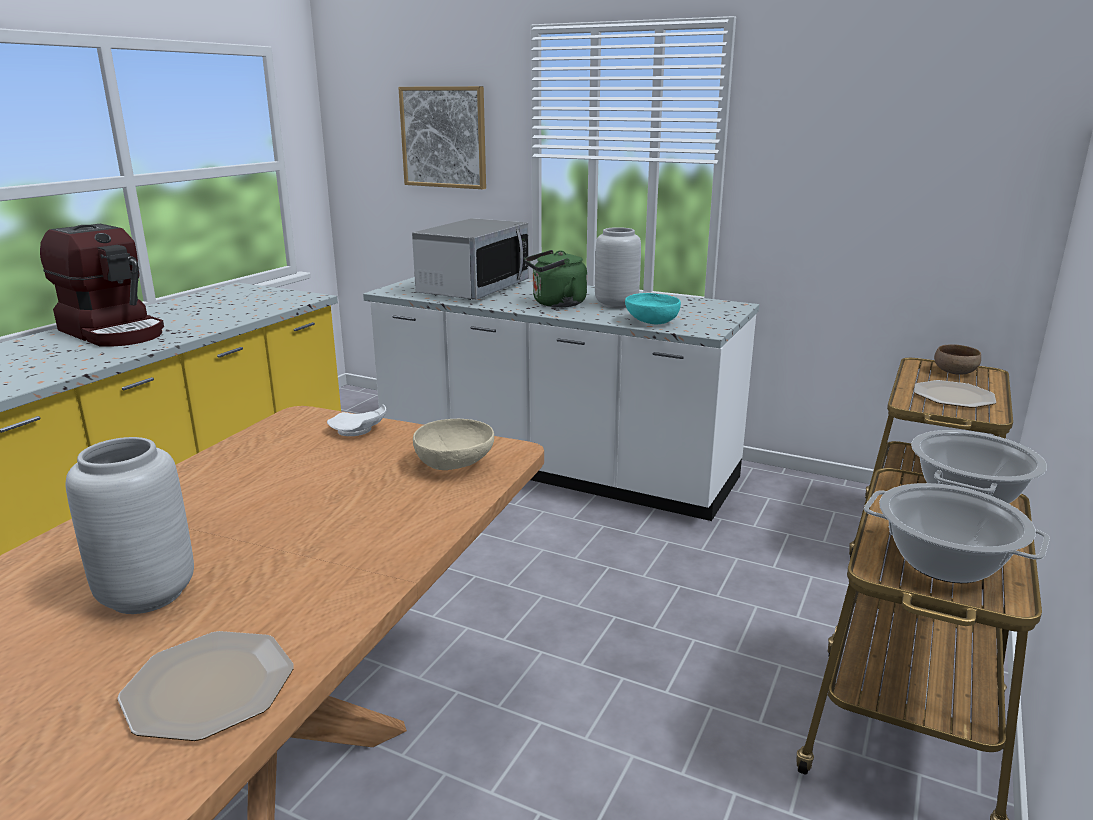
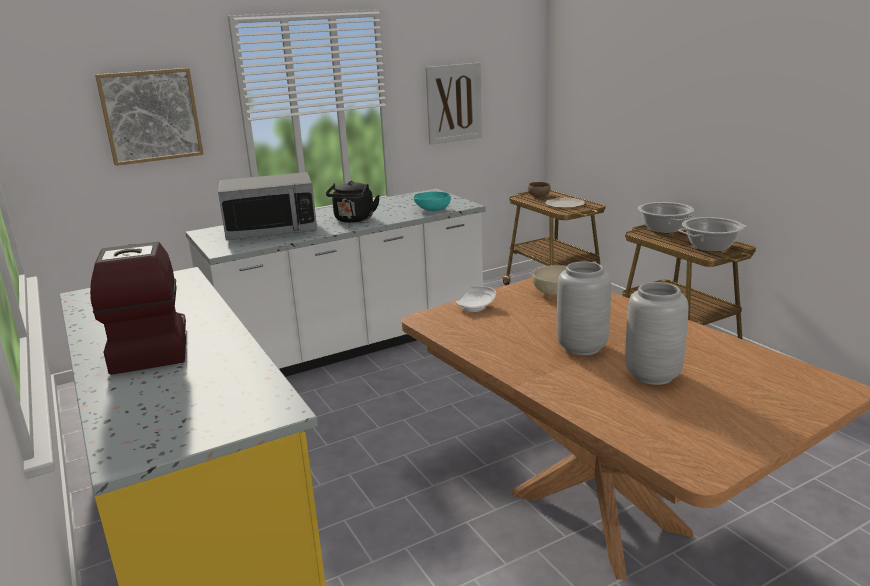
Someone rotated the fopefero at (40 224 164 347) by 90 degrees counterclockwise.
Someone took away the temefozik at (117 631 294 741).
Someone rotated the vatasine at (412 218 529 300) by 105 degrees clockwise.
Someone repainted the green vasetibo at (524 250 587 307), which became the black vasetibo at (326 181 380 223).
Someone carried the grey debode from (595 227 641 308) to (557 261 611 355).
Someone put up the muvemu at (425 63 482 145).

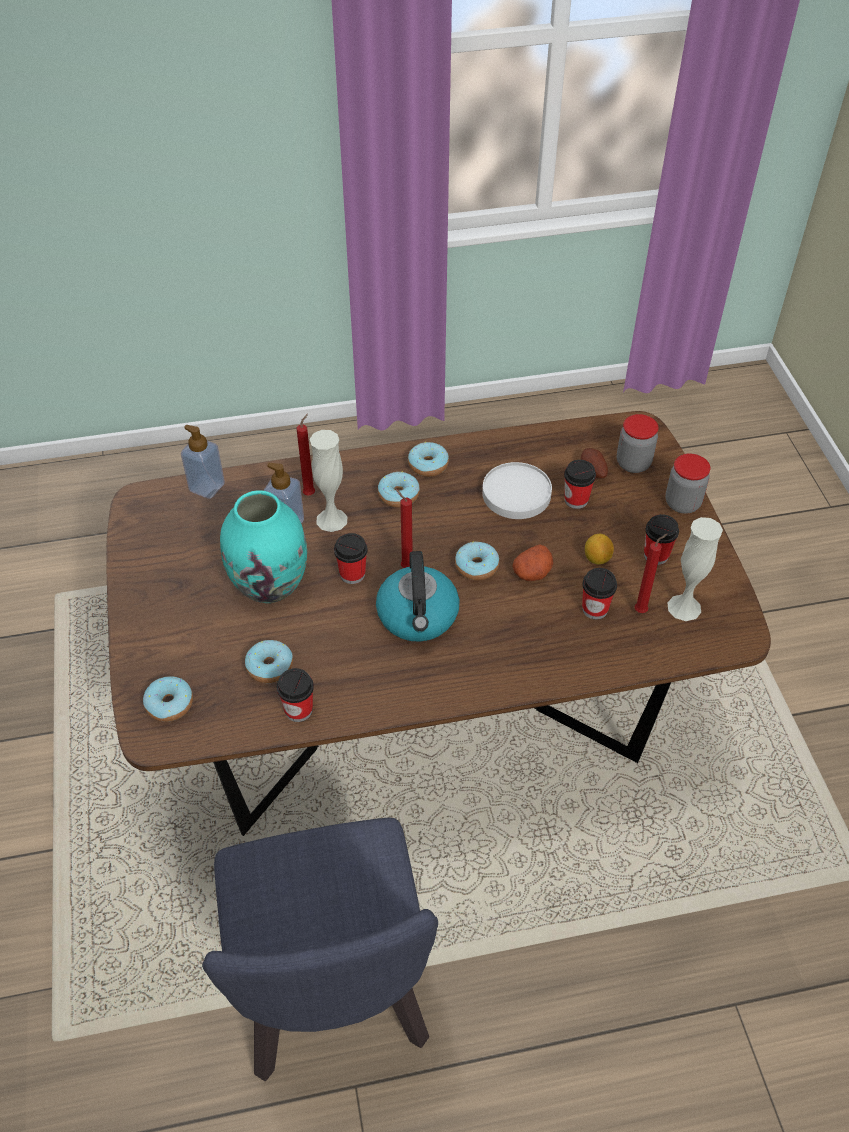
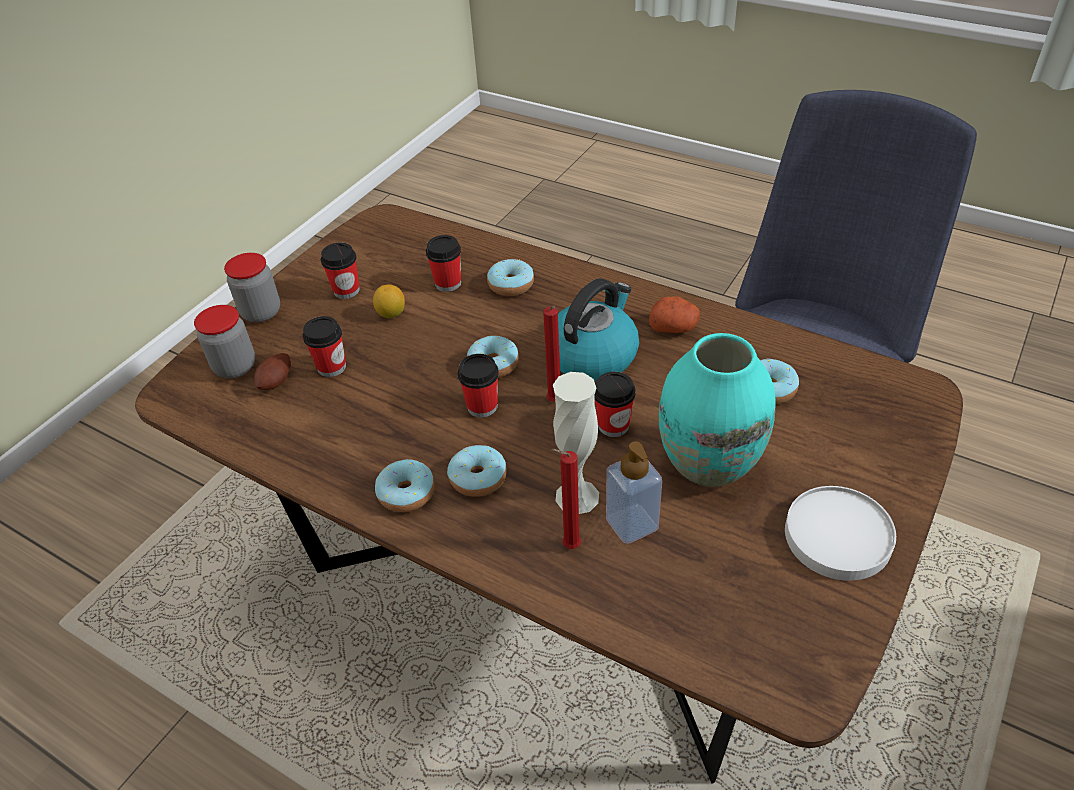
Someone carried the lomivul from (143 677 193 722) to (487 259 534 296).
Someone took away the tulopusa at (181 425 225 499).
Someone carried the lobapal from (277 668 314 722) to (458 354 499 418).
Someone carried the white temefozik from (482 462 552 519) to (785 486 896 581).
Someone carried the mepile from (512 544 553 581) to (649 296 700 333).
Someone took away the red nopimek at (635 534 667 613).
Someone took away the white debode at (668 517 723 621).

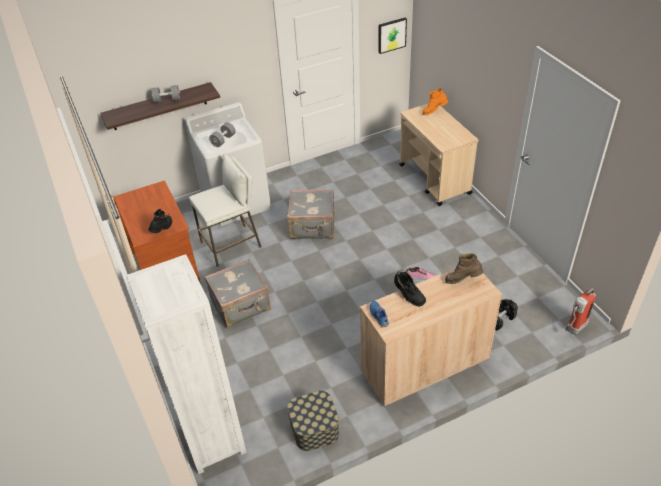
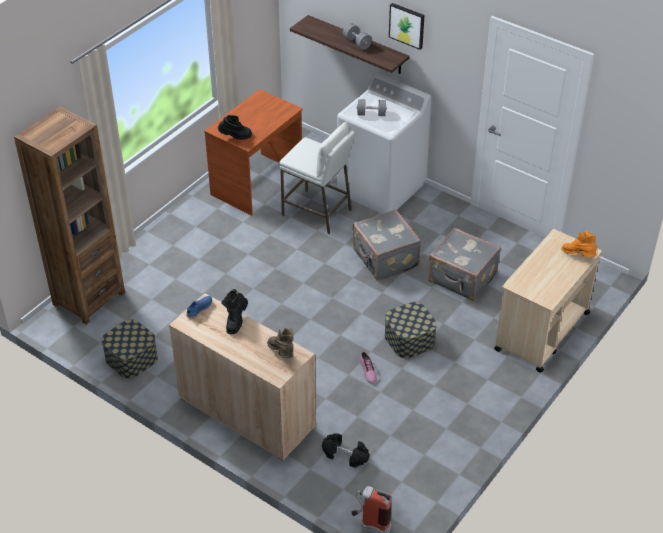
Someone repainted the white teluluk at (126 254 247 474), which became the brown teluluk at (14 106 125 325).
Someone carried the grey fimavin from (205 259 271 328) to (429 228 501 301).
Someone carried the muvemu from (378 18 407 54) to (389 3 425 50).
Someone put down the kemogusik at (385 302 437 359).

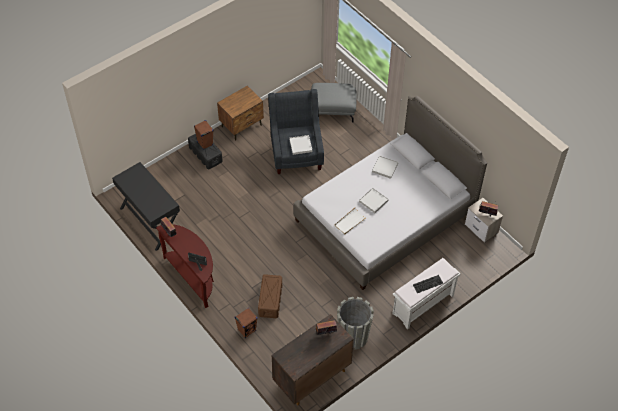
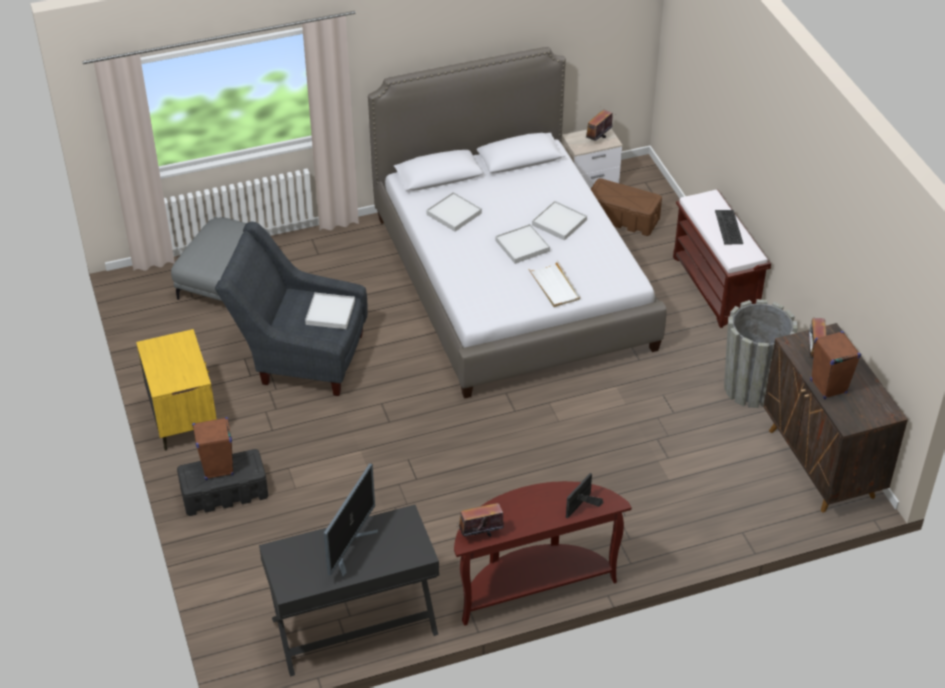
Someone repainted the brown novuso at (217 86 264 141), which became the yellow novuso at (136 329 217 451).
Someone carried the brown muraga from (235 308 258 338) to (810 331 861 399).
Someone carried the brown kemogusik from (258 274 282 318) to (591 178 662 236).
Someone repainted the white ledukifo at (392 258 461 330), which became the brown ledukifo at (673 189 771 328).
Someone put down the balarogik at (324 463 378 578).
Someone put down the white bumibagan at (532 201 587 241).

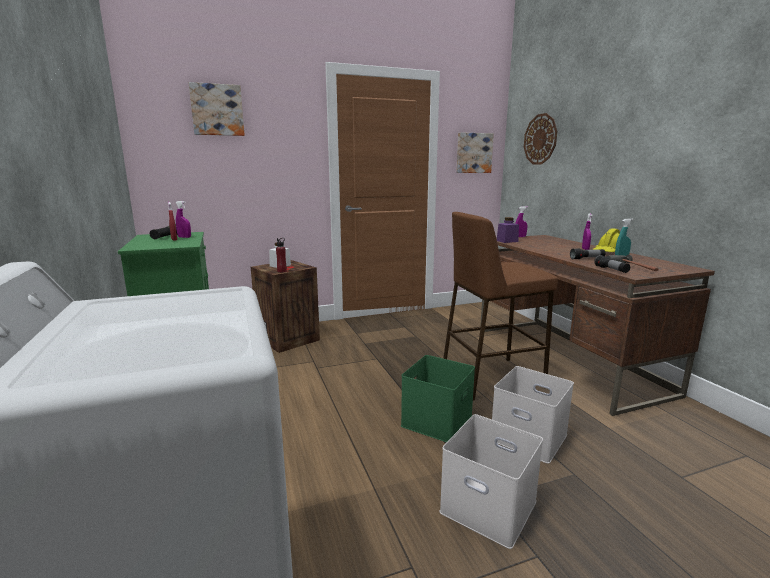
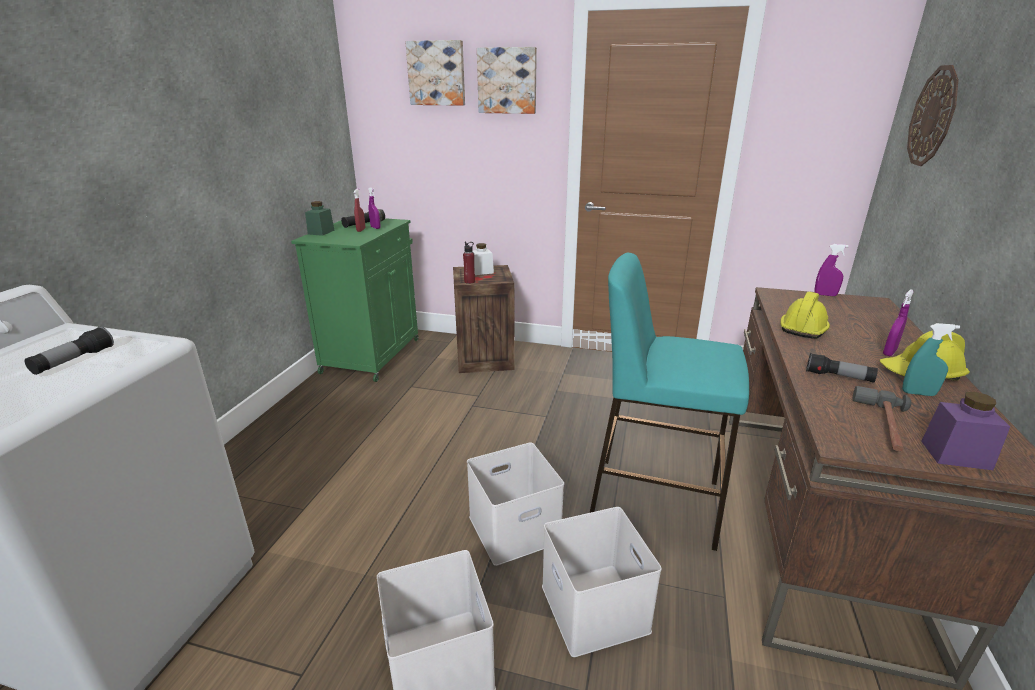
Someone repainted the green kemogusik at (401 355 475 442), which became the white kemogusik at (467 442 564 566).
Someone repainted the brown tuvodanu at (443 212 558 400), which became the turquoise tuvodanu at (590 253 749 551).
Someone carried the muvemu from (456 132 494 173) to (477 47 537 114).
Someone carried the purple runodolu from (497 217 519 243) to (921 392 1010 470).
Someone carried the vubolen from (594 255 630 273) to (25 327 114 375).
Someone put down the green runodolu at (305 201 335 236).
Someone put down the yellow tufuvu at (780 292 830 339).

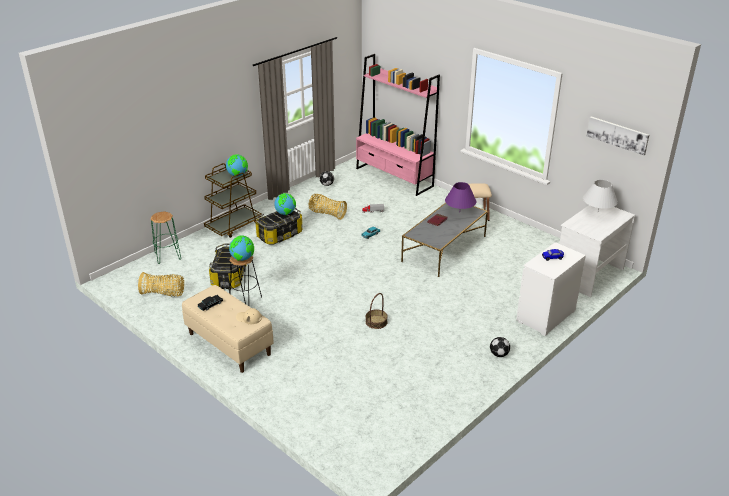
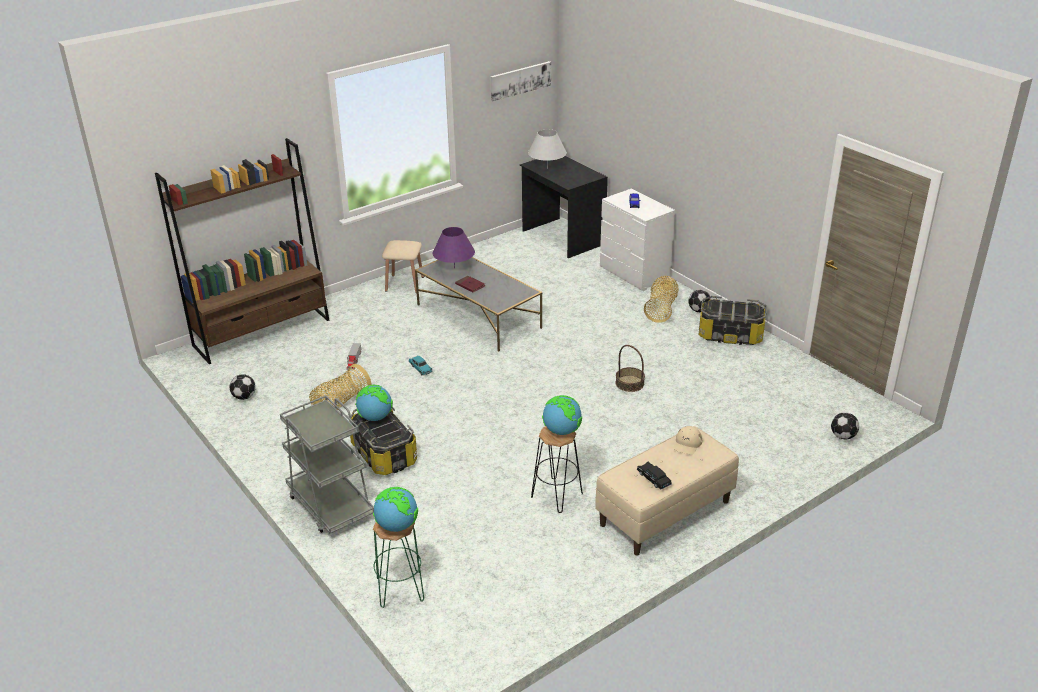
Someone carried the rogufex from (138 272 184 297) to (644 276 678 323).
Someone repainted the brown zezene at (204 163 262 238), which became the grey zezene at (280 395 374 534).
Someone carried the kemogusik from (209 244 247 289) to (699 296 766 345).
Someone carried the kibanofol from (226 154 248 177) to (373 487 418 532).
Someone repainted the pink teluluk at (356 54 440 196), which became the brown teluluk at (155 138 330 364).
Someone repainted the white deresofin at (559 205 635 298), which became the black deresofin at (520 156 608 258).
Someone put down the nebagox at (831 412 859 439).

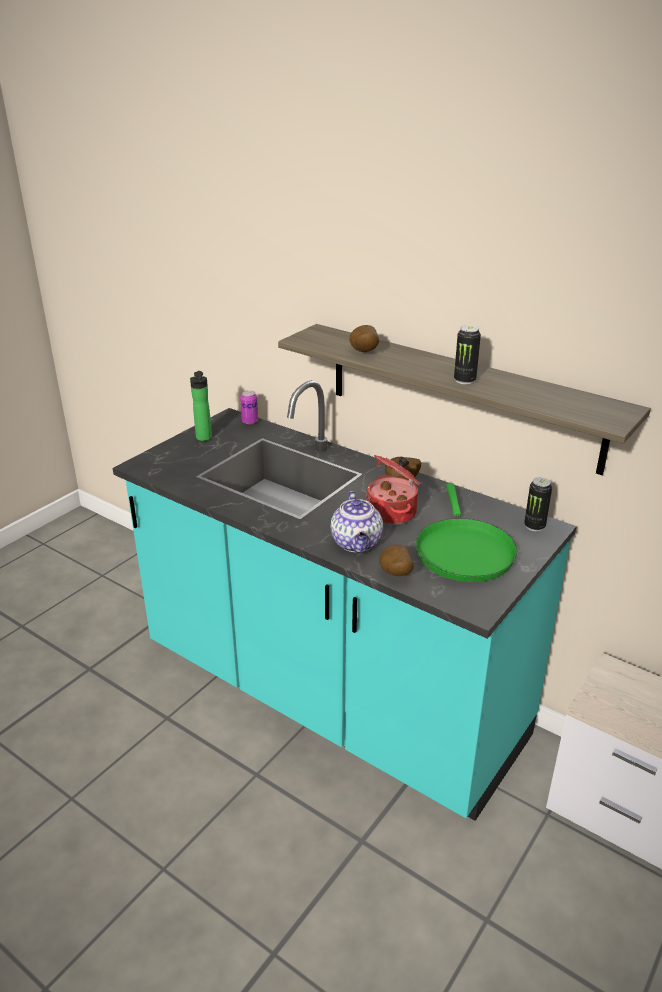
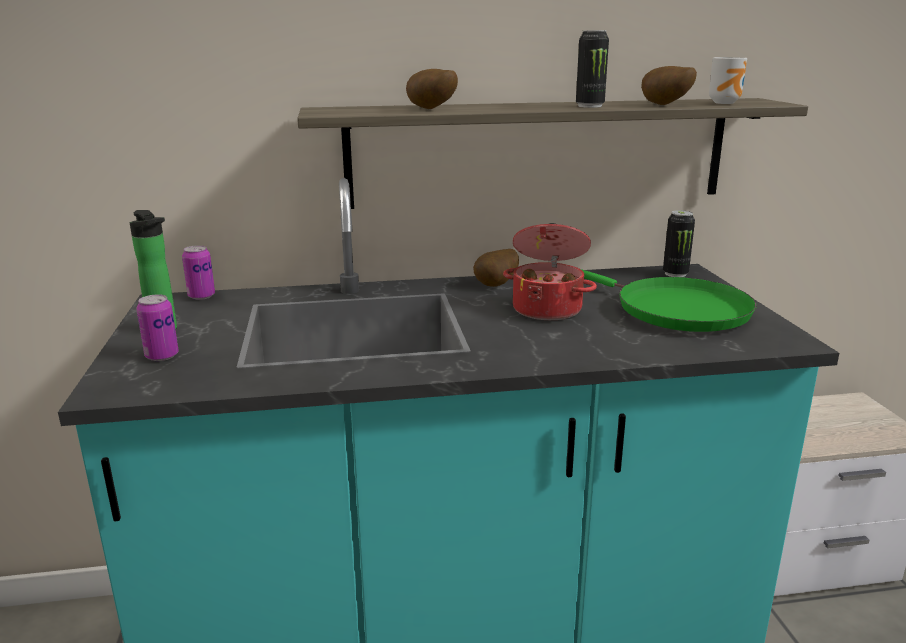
Someone took away the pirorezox at (331 491 383 553).
Someone carried the mepile from (380 544 414 576) to (641 66 697 105).
Someone put down the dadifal at (136 294 179 361).
Someone put down the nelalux at (709 57 747 104).

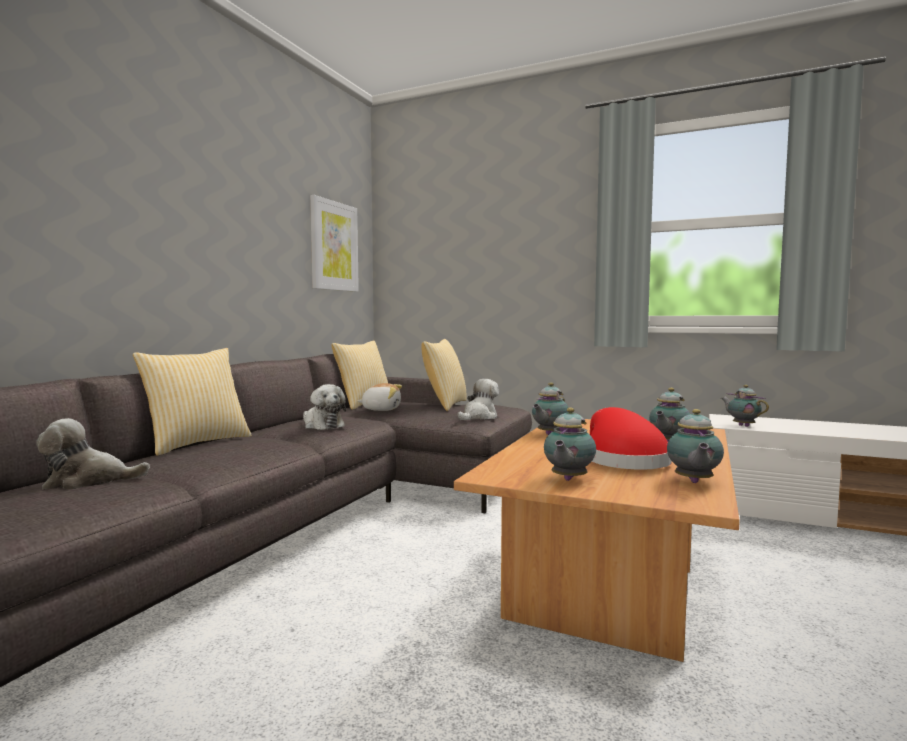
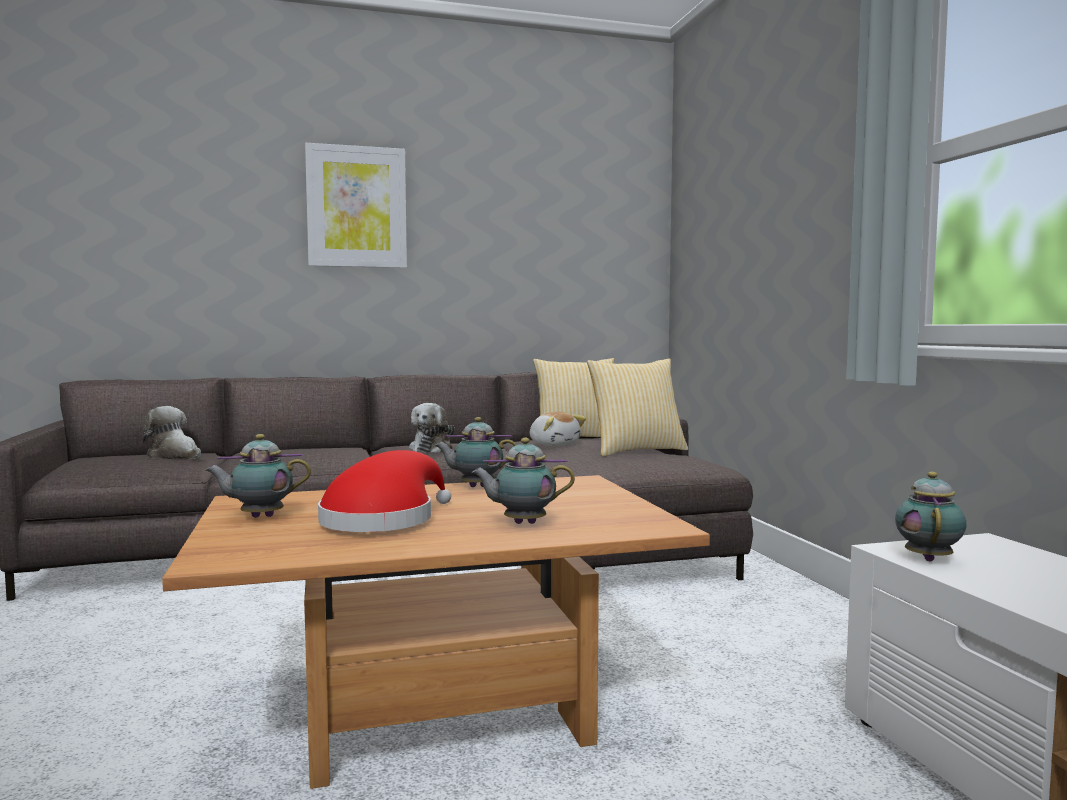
Someone took away the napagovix at (133 348 252 456).
Someone carried the muvemu from (310 195 359 292) to (305 143 407 268).
Someone took away the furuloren at (457 379 499 420).
Someone took away the pirorezox at (667 409 724 483).

